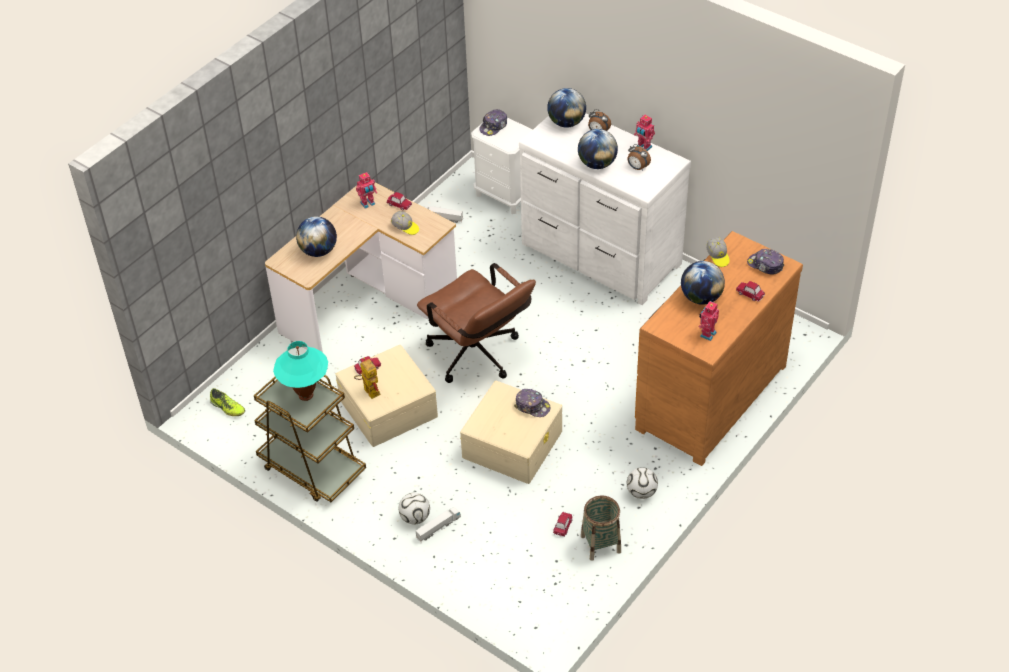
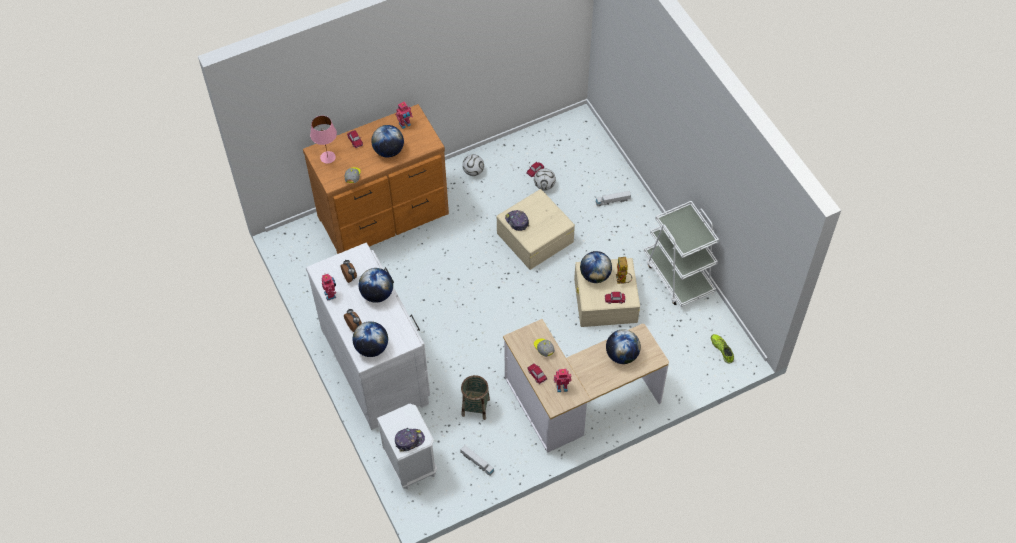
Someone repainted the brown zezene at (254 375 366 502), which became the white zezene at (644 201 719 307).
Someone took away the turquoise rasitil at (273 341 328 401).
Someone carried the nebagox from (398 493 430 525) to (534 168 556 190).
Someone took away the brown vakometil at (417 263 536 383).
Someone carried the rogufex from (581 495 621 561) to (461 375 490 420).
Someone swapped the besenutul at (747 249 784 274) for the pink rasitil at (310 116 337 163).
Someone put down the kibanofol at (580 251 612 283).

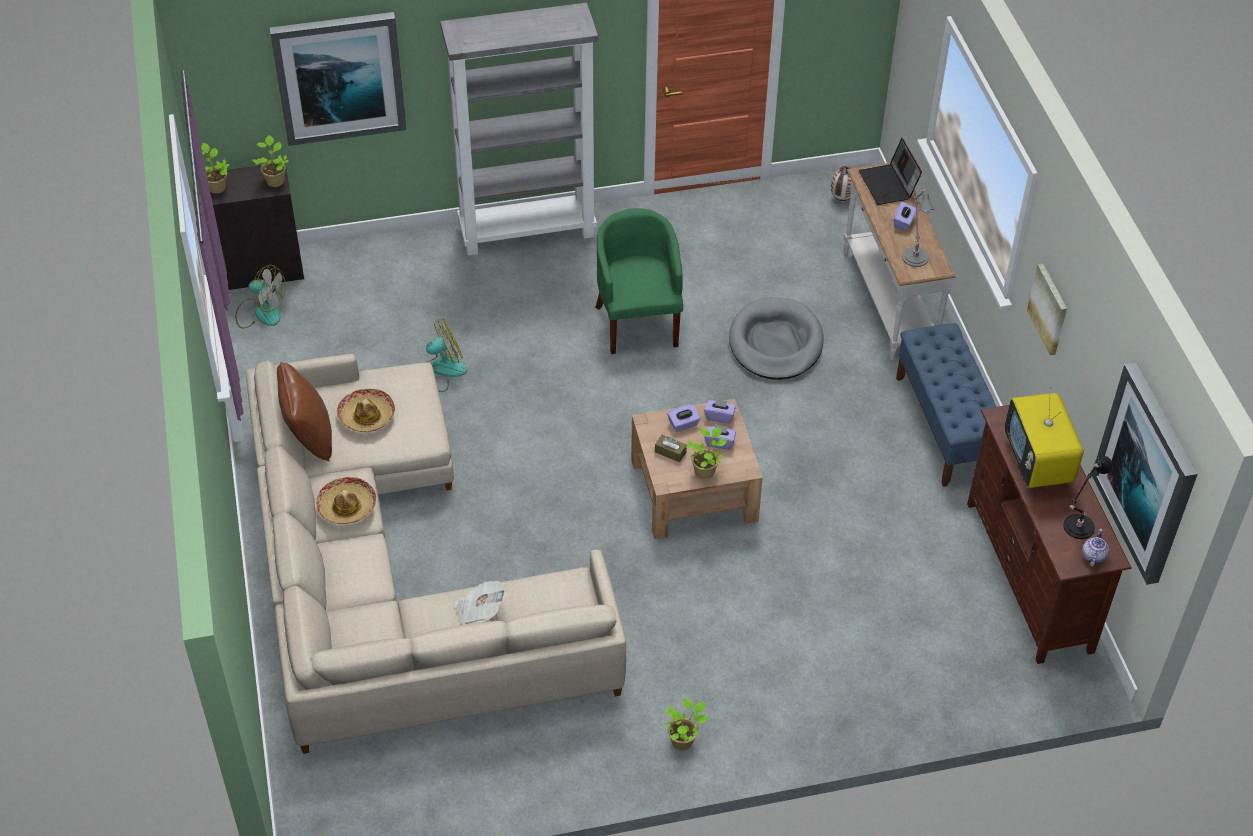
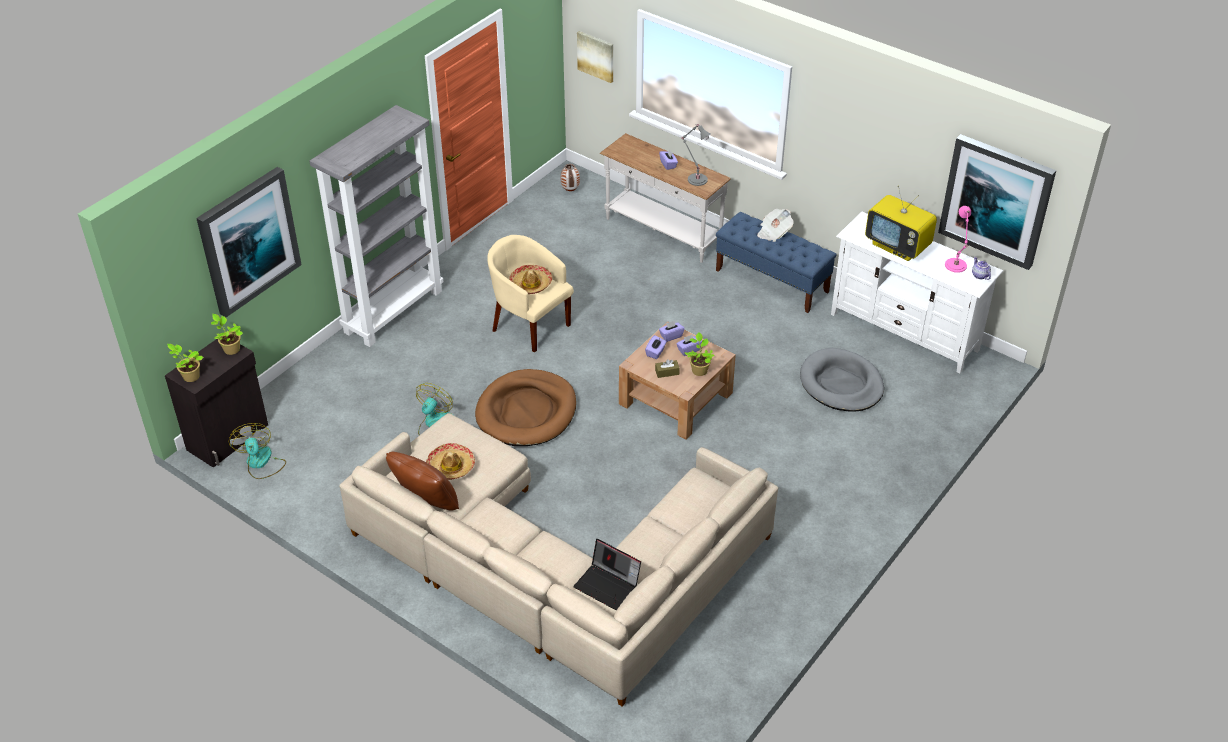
Someone rotated the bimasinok at (235 265 285 329) by 90 degrees counterclockwise.
Someone carried the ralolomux from (316 477 376 524) to (509 265 552 294).
Someone carried the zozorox from (454 581 506 625) to (757 209 794 242).
Someone repainted the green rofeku at (595 208 683 354), which became the beige rofeku at (487 235 574 352).
Someone took away the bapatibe at (664 699 708 750).
Someone carried the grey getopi from (729 297 824 380) to (800 348 884 412).
Someone carried the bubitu from (859 138 922 205) to (573 539 641 610).
Someone repainted the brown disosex at (967 405 1132 664), which became the white disosex at (831 212 1003 373).
Someone carried the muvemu from (1027 264 1067 355) to (577 31 613 83).
Someone repainted the black rasitil at (1063 456 1113 539), which became the pink rasitil at (945 206 971 273).
Someone put down the brown getopi at (475 369 576 446).

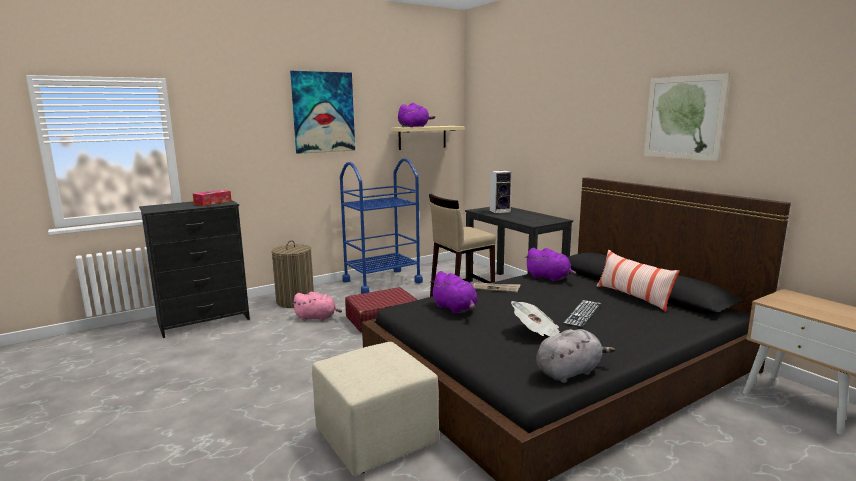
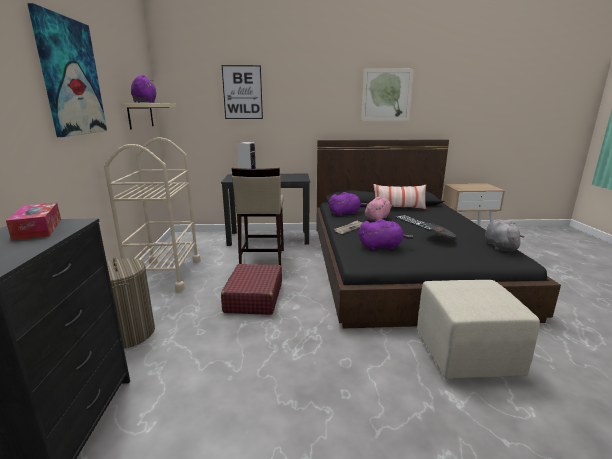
Someone carried the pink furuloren from (292 292 342 321) to (365 196 394 221).
Someone repainted the blue zezene at (340 158 423 294), which became the beige zezene at (104 137 201 292).
Someone put up the muvemu at (222 65 263 119).

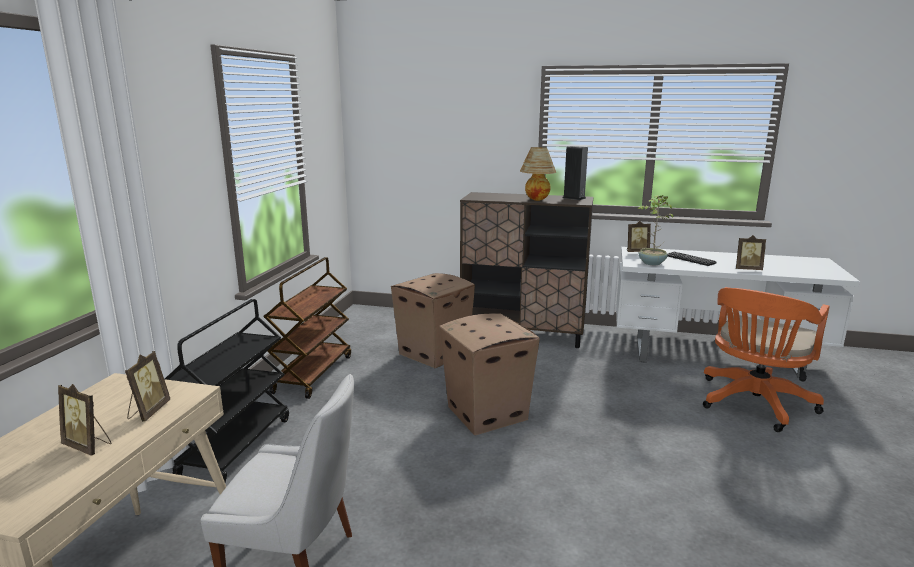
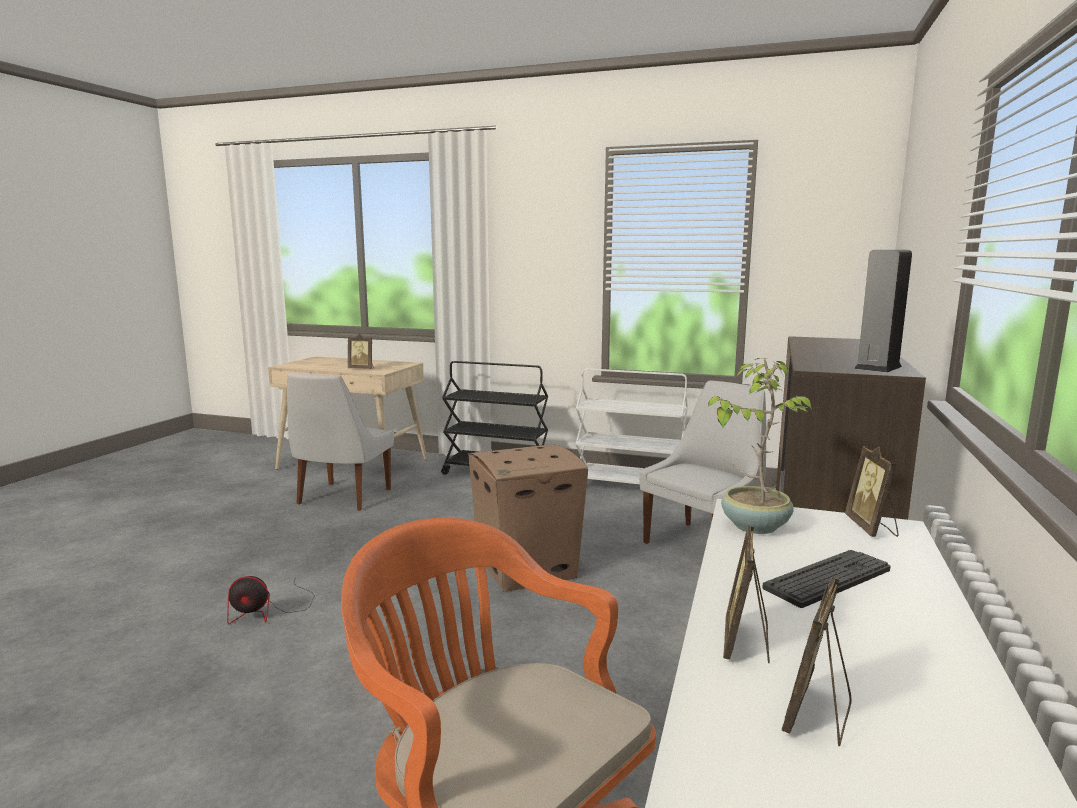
Someone carried the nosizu from (58 384 112 456) to (782 577 852 746).
Someone repainted the brown zezene at (263 257 351 399), which became the white zezene at (575 368 688 484).
Someone swapped the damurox at (391 273 475 368) for the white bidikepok at (639 381 766 544).
Someone took away the rasitil at (520 147 556 201).
Someone put down the bimasinok at (227 576 314 624).

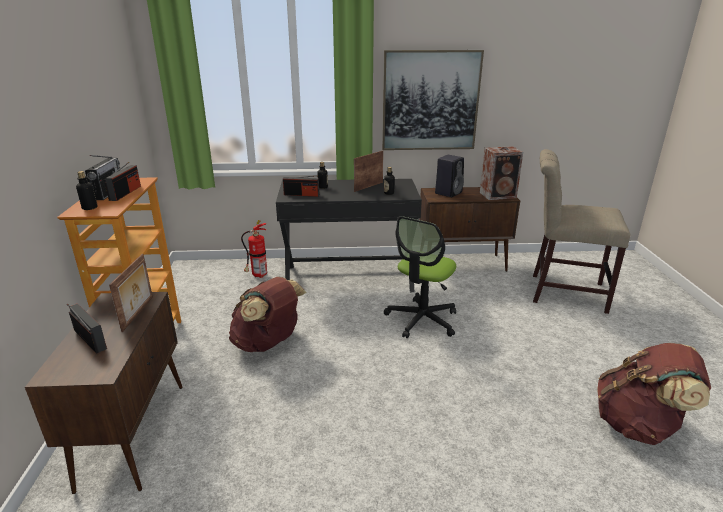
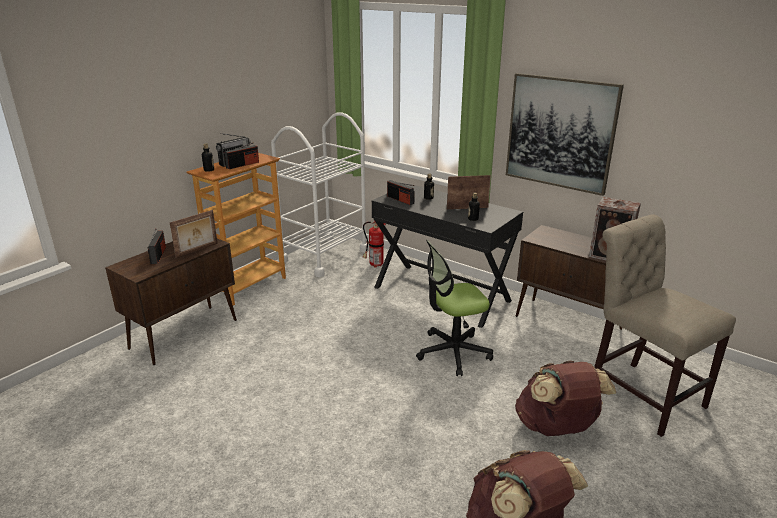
Someone carried the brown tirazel from (229 277 307 352) to (515 361 616 436).
Someone took away the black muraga at (435 155 464 197).
Someone put down the white zezene at (271 112 369 277).

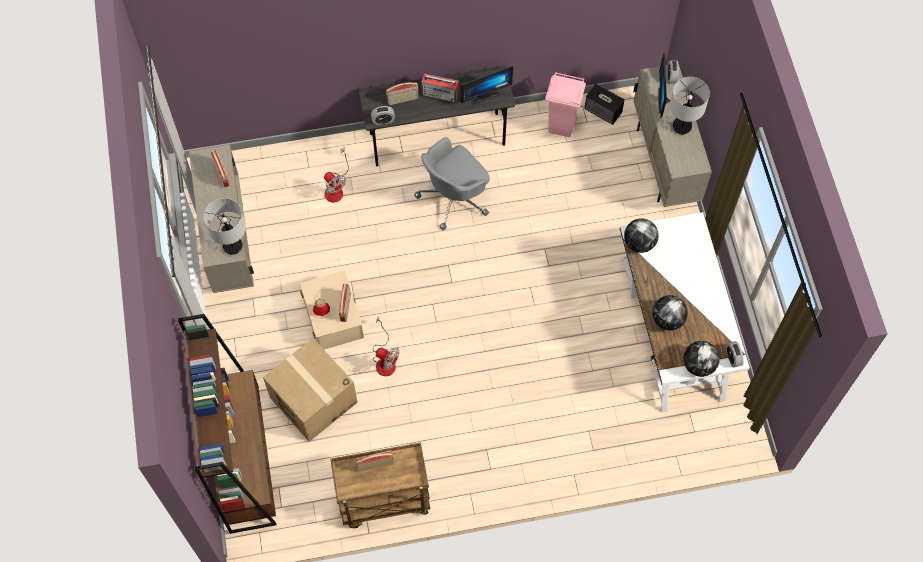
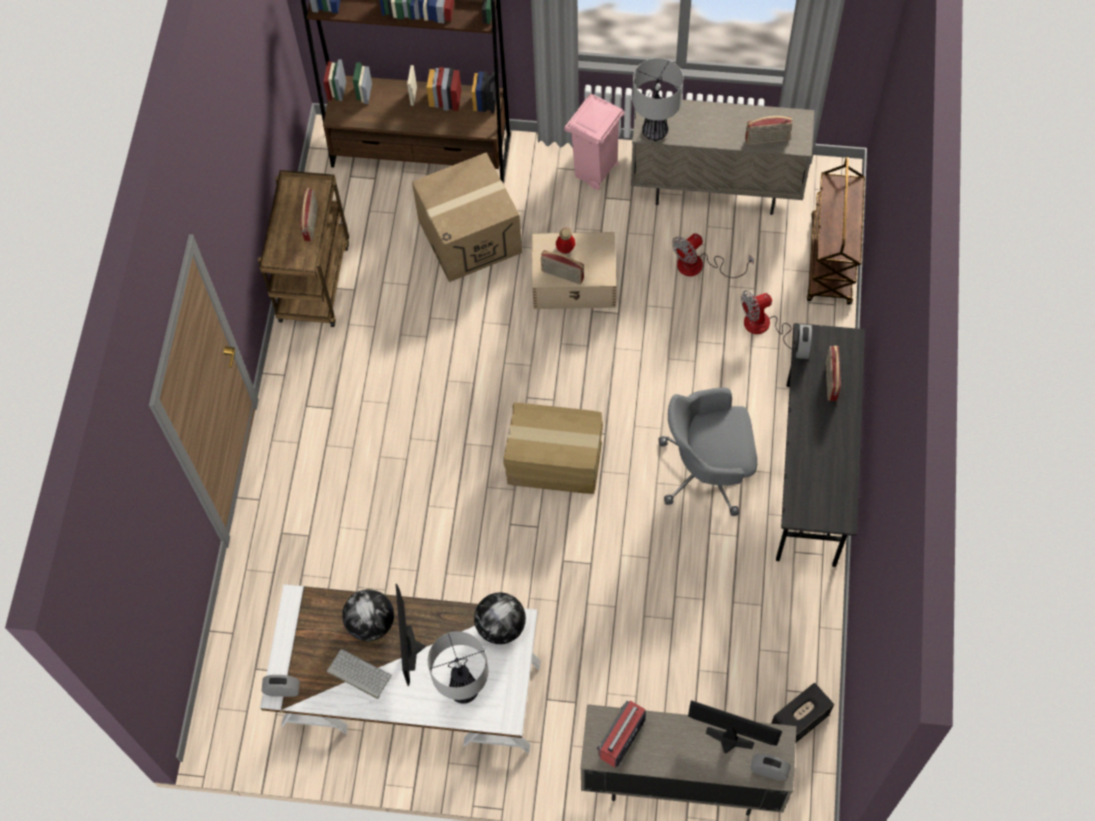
Someone carried the bimasinok from (373 316 399 376) to (672 233 754 278).
Someone rotated the grey vakometil at (414 137 490 230) by 75 degrees counterclockwise.
Someone carried the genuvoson from (421 73 459 102) to (597 701 646 768).
Someone carried the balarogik from (461 66 513 105) to (396 583 425 686).
Someone carried the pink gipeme from (545 72 586 137) to (564 94 625 190).
Someone carried the rasitil from (670 77 710 135) to (428 631 489 704).
Someone took away the kibanofol at (683 341 720 377).
Someone put down the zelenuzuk at (327 649 392 699).
Someone put down the damurox at (503 403 603 494).
Someone put down the brown zezene at (807 156 865 305).

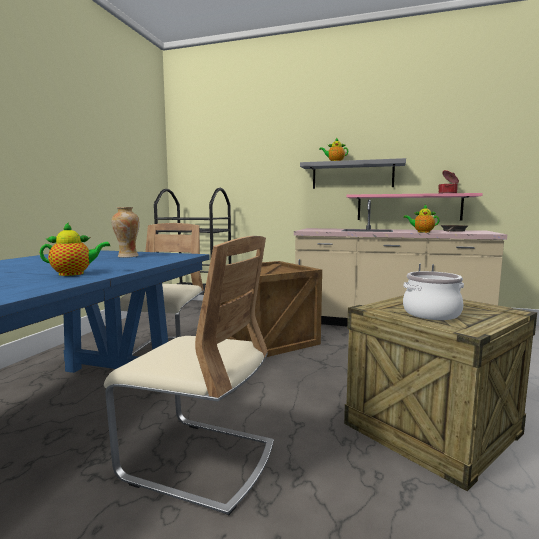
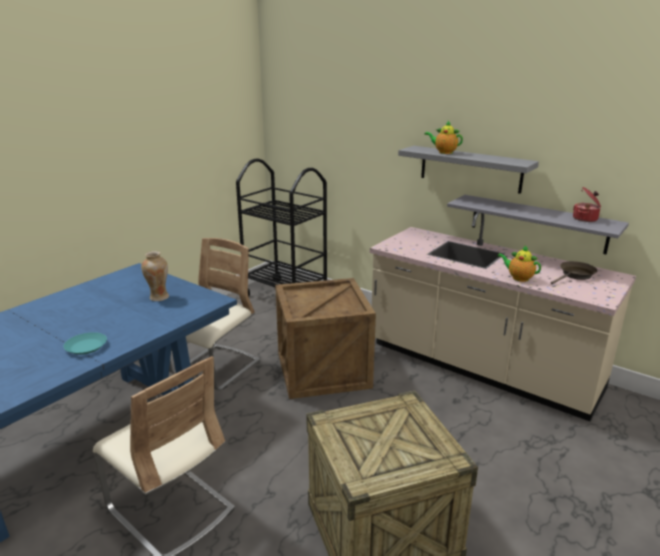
Someone swapped the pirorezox at (40 222 110 276) for the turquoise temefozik at (63 332 107 355).
Someone repainted the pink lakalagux at (346 193 483 221), which became the grey lakalagux at (447 195 629 254).
Someone took away the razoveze at (403 271 464 320).

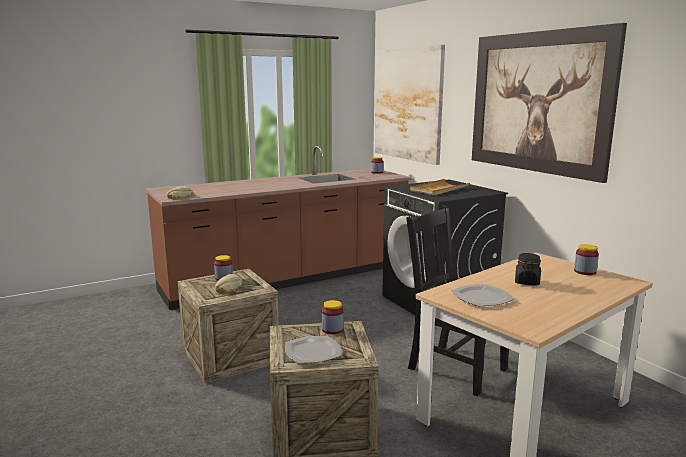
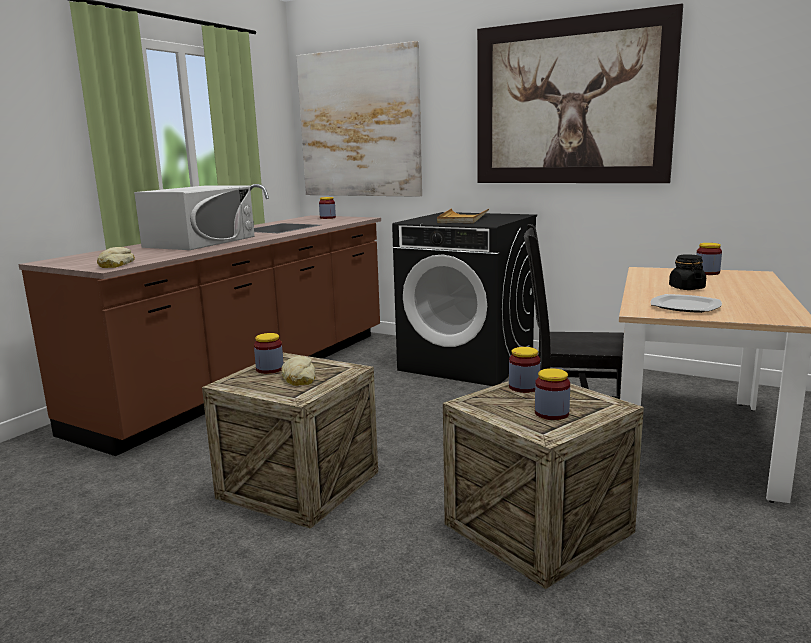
Someone swapped the temefozik at (285 336 342 363) for the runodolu at (535 368 570 420).
Someone put down the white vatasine at (134 186 254 250).

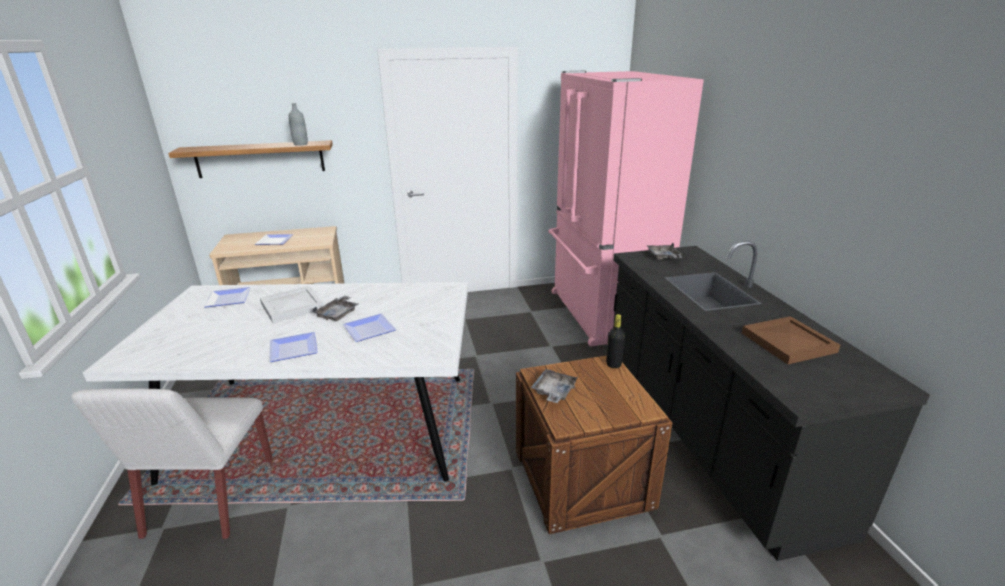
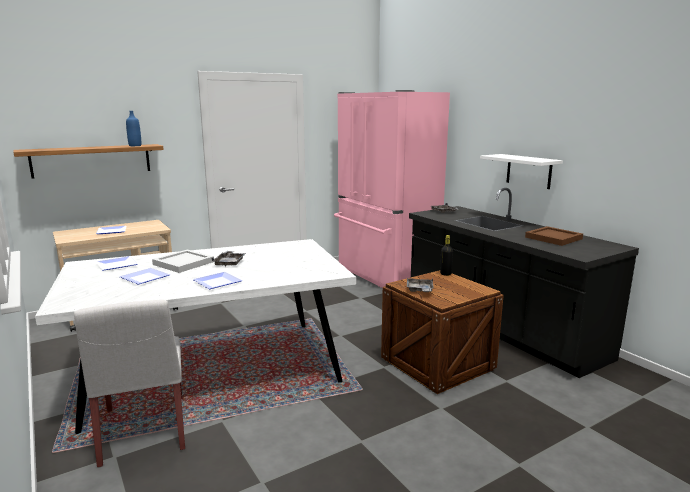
Someone repainted the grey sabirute at (289 103 308 146), which became the blue sabirute at (126 111 141 146).
Someone carried the temefozik from (343 314 396 342) to (119 268 170 285).
Someone put up the white lakalagux at (480 154 563 189).

